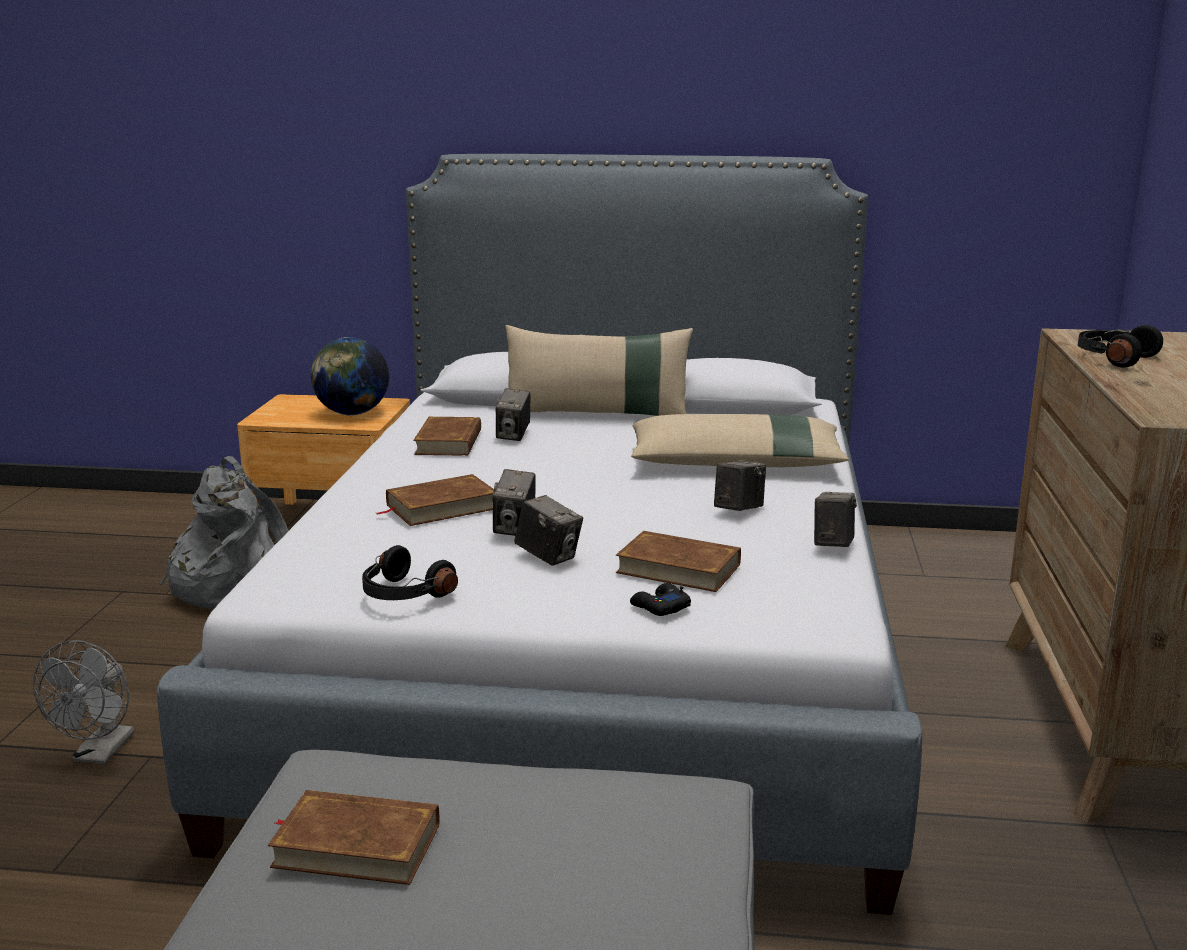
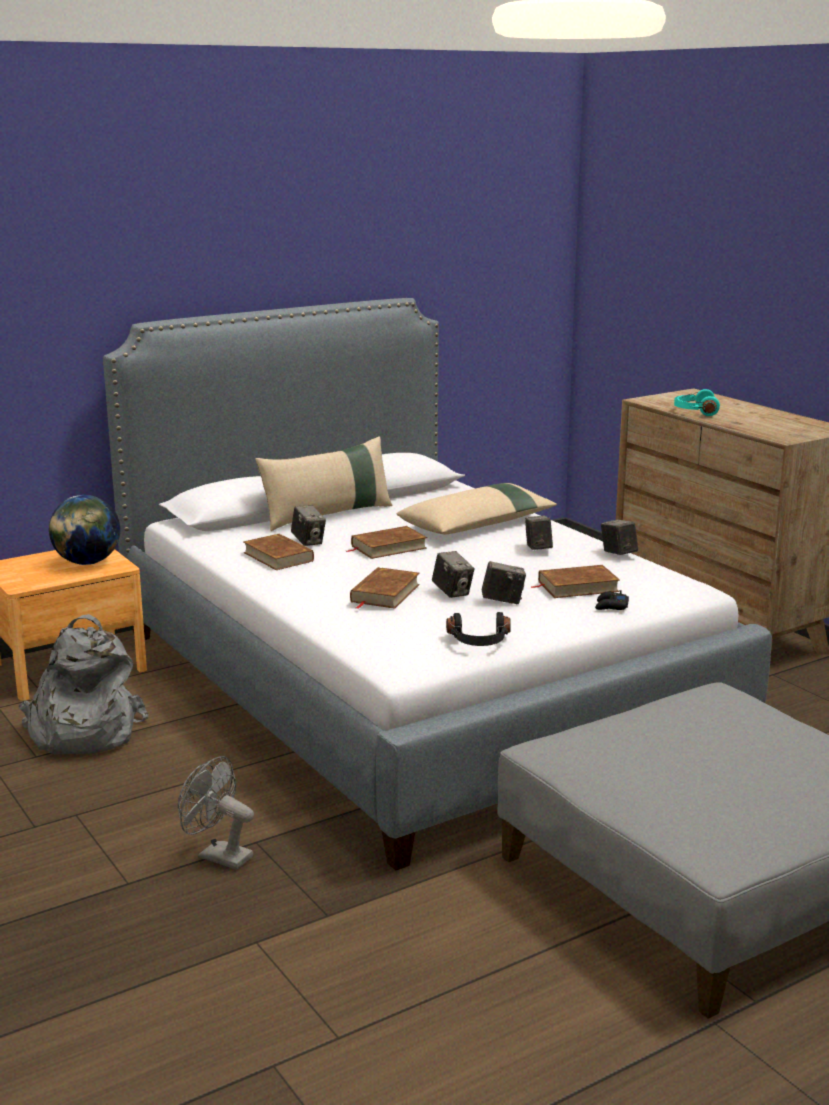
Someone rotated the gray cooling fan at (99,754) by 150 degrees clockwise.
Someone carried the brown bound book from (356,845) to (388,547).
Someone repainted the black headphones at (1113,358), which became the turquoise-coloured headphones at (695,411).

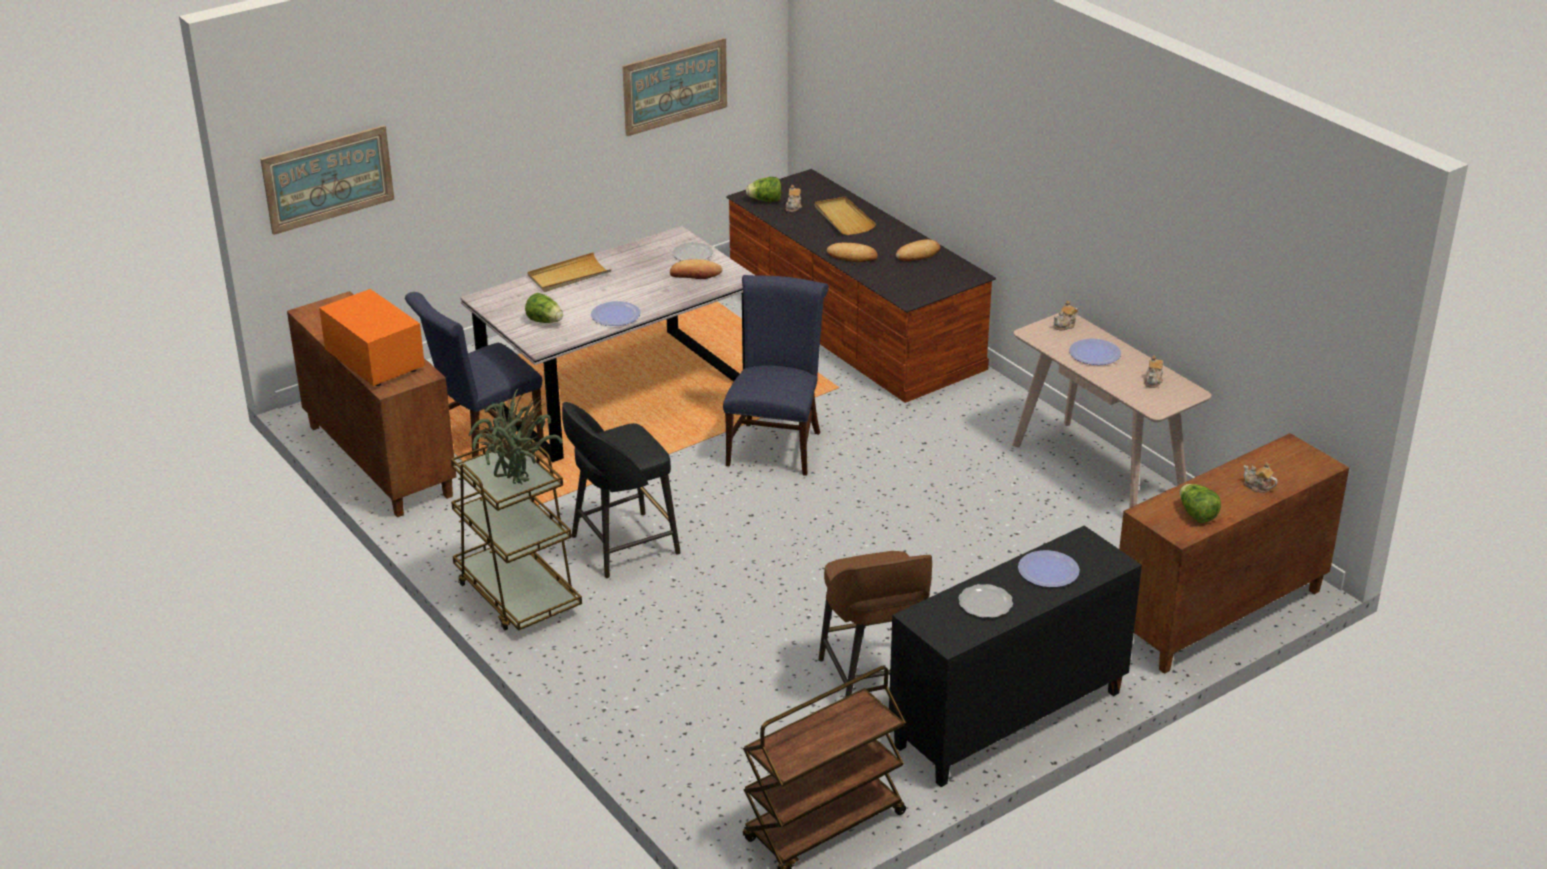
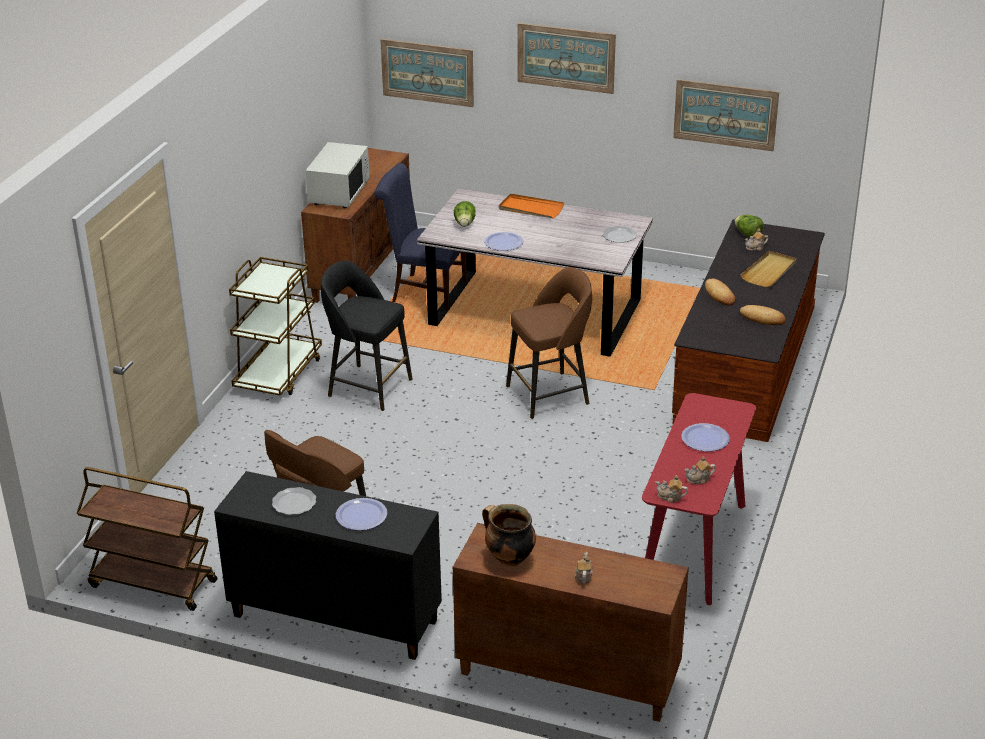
Someone repainted the orangey microwave oven at (374,362), which became the whitish microwave oven at (339,193).
Someone swapped the lettuce at (1196,514) for the stockpot at (508,558).
Someone repainted the beige carrying tray at (568,276), which became the orangey carrying tray at (531,209).
Someone swapped the bluish upright chair at (776,445) for the brown sitting stool at (550,394).
Someone put up the picture at (566,57).
Someone repainted the beige console table at (1099,471), which became the reddish console table at (694,546).
Someone carried the pot for tea from (1065,325) to (670,497).
Someone took away the potted plant at (515,486).
Someone took away the bread at (695,274).

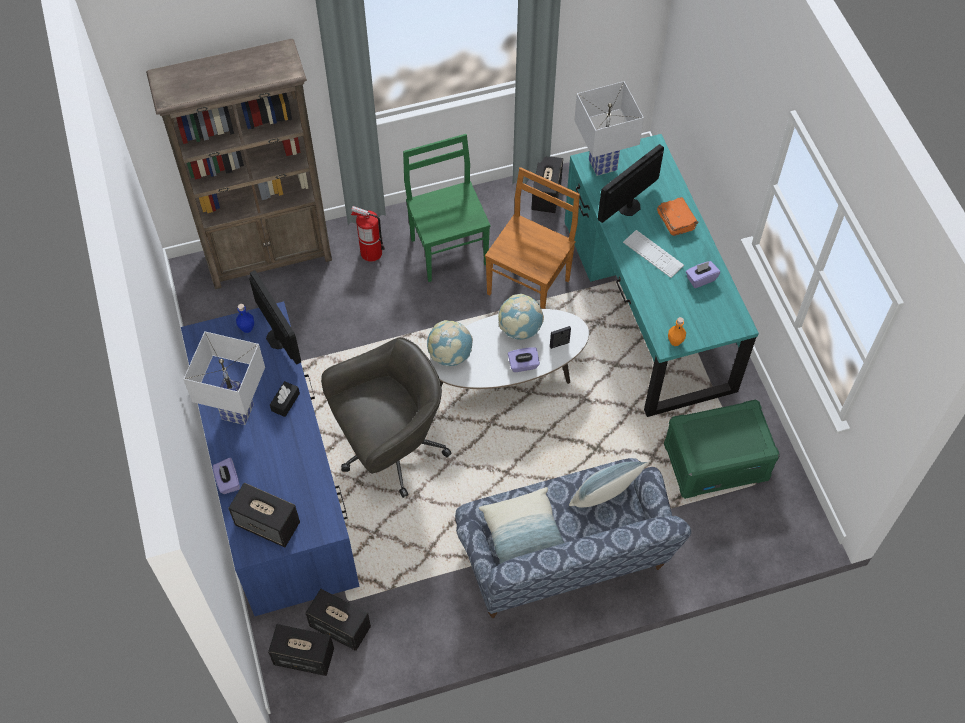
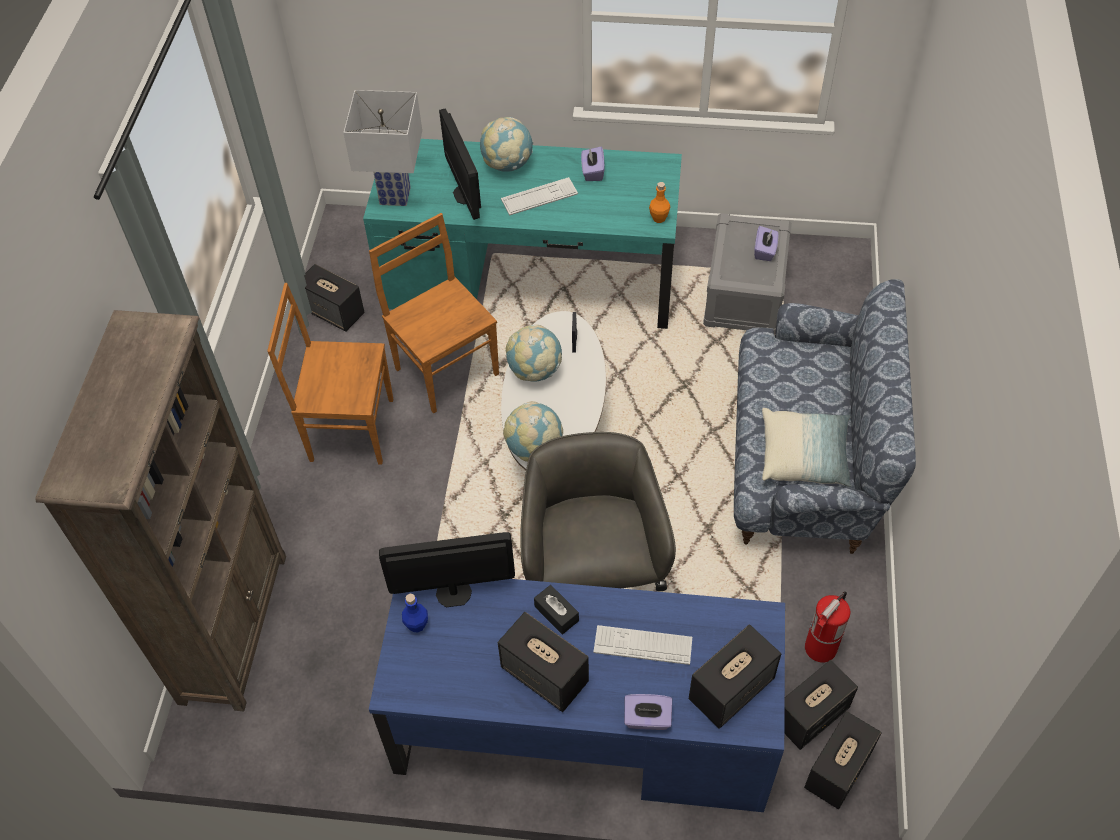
Someone repainted the green-coloured upright chair at (448,250), which became the brown upright chair at (348,429).
Someone swapped the orangey bound book at (676,220) for the world globe at (507,164).
Someone swapped the whitish lamp for a table at (238,412) for the loudspeaker at (545,675).
Someone put down the keyboard at (643,645).
Someone repainted the green-coloured storage bin at (716,461), which became the gray storage bin at (743,293).
Someone carried the purplish tissue box from (523,365) to (765,251).
Someone carried the fire-fighting cylinder from (371,253) to (820,648).
Someone took away the pillow at (603,497).

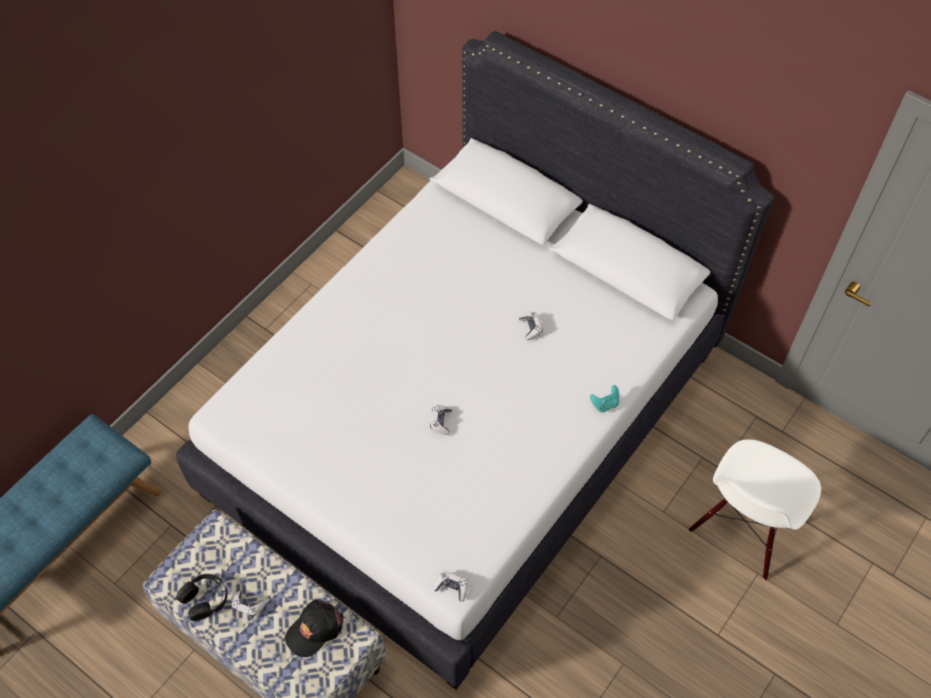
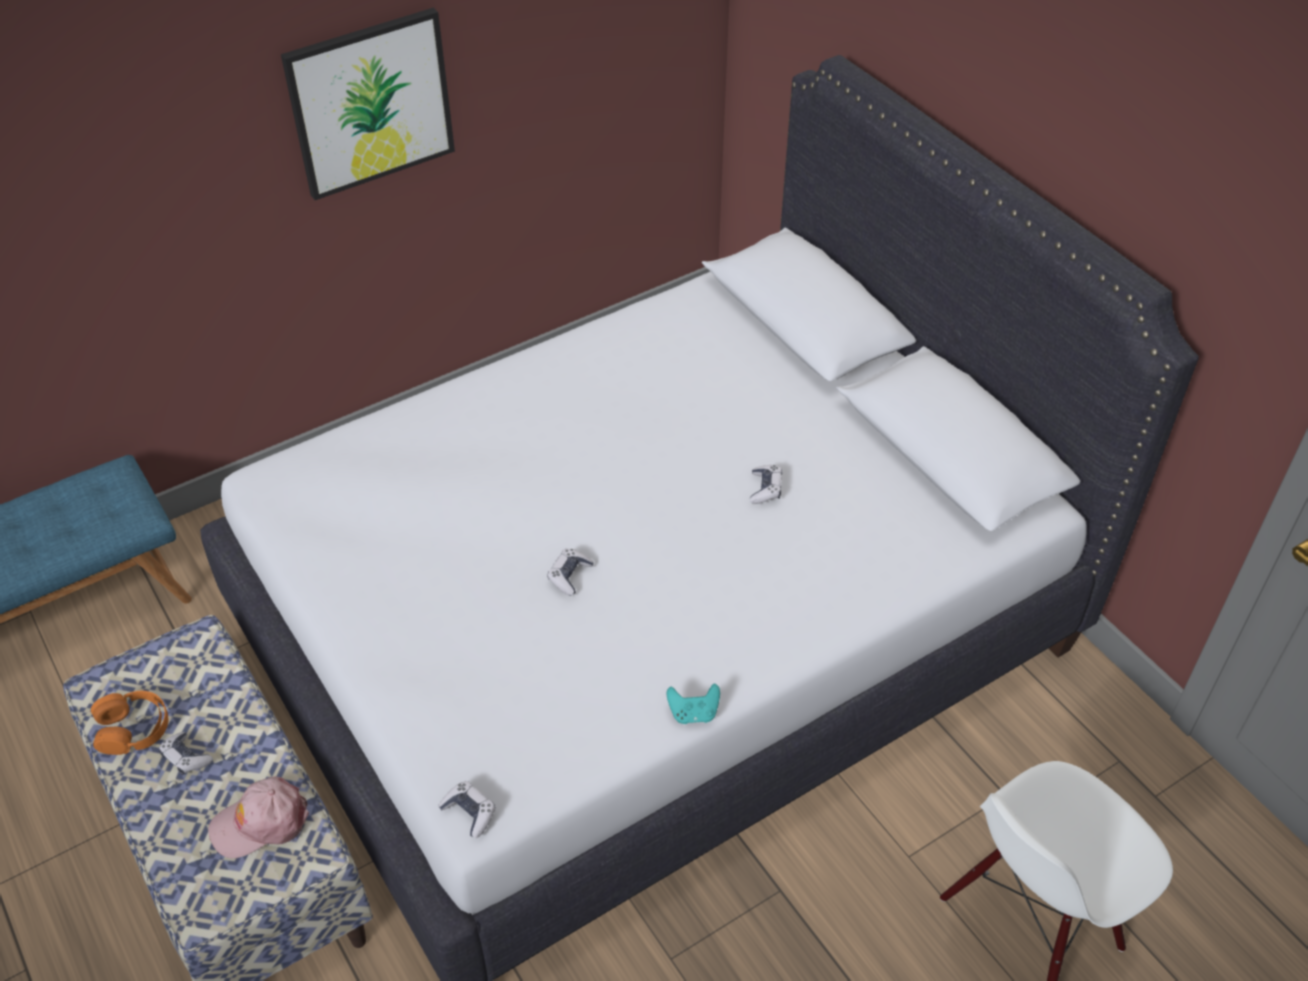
Someone repainted the black headphones at (205,599), which became the orangey headphones at (133,728).
Someone repainted the black peaked cap at (314,629), which became the pink-coloured peaked cap at (261,822).
Someone put up the picture at (370,103).
Someone carried the turquoise-coloured game controller from (605,404) to (693,713).

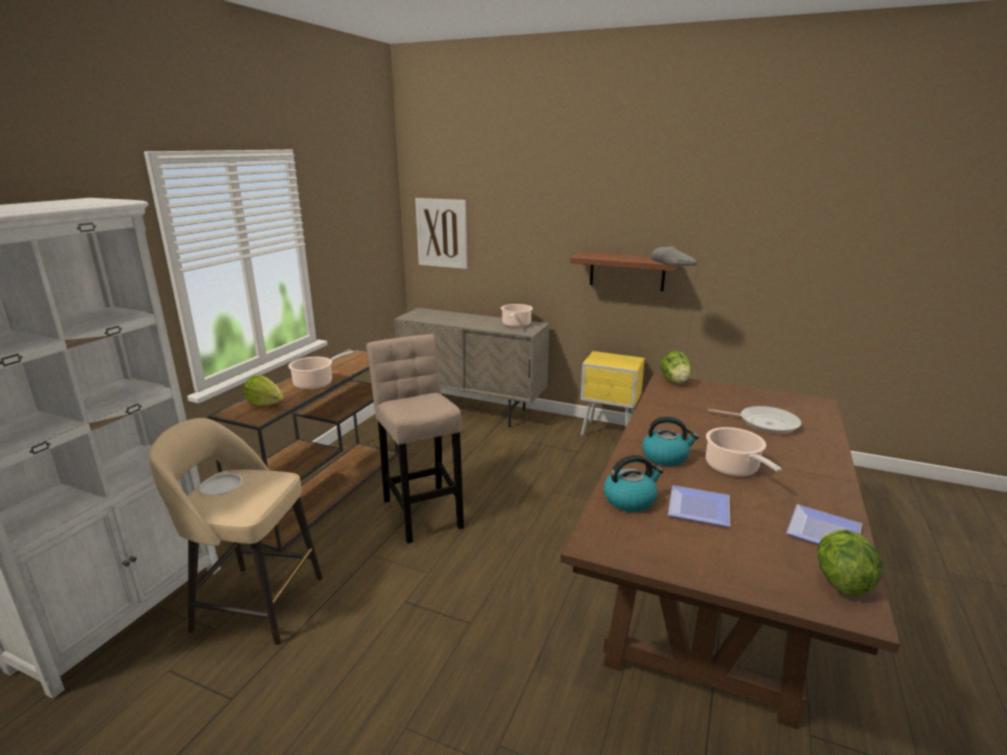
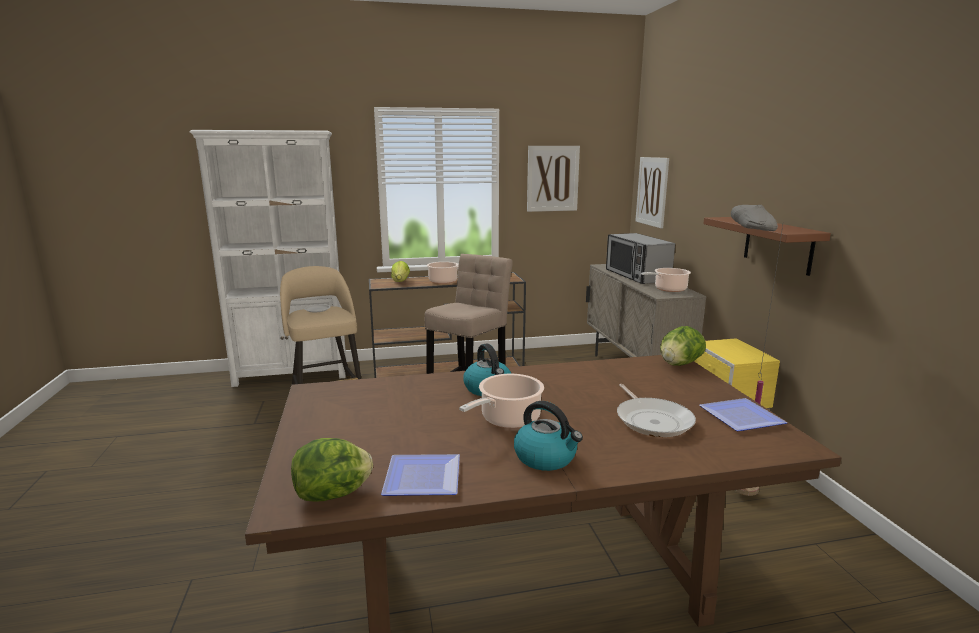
Someone carried the water kettle from (630,499) to (546,457).
Someone put up the picture at (552,178).
Someone put down the microwave oven at (636,276).
Someone carried the plate from (701,507) to (744,418).

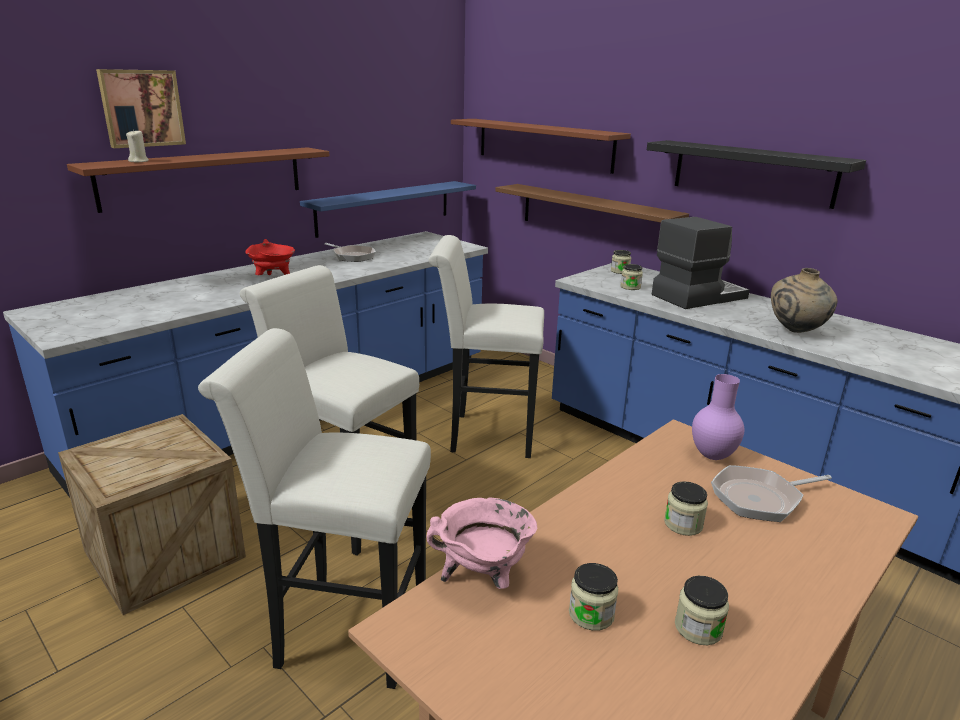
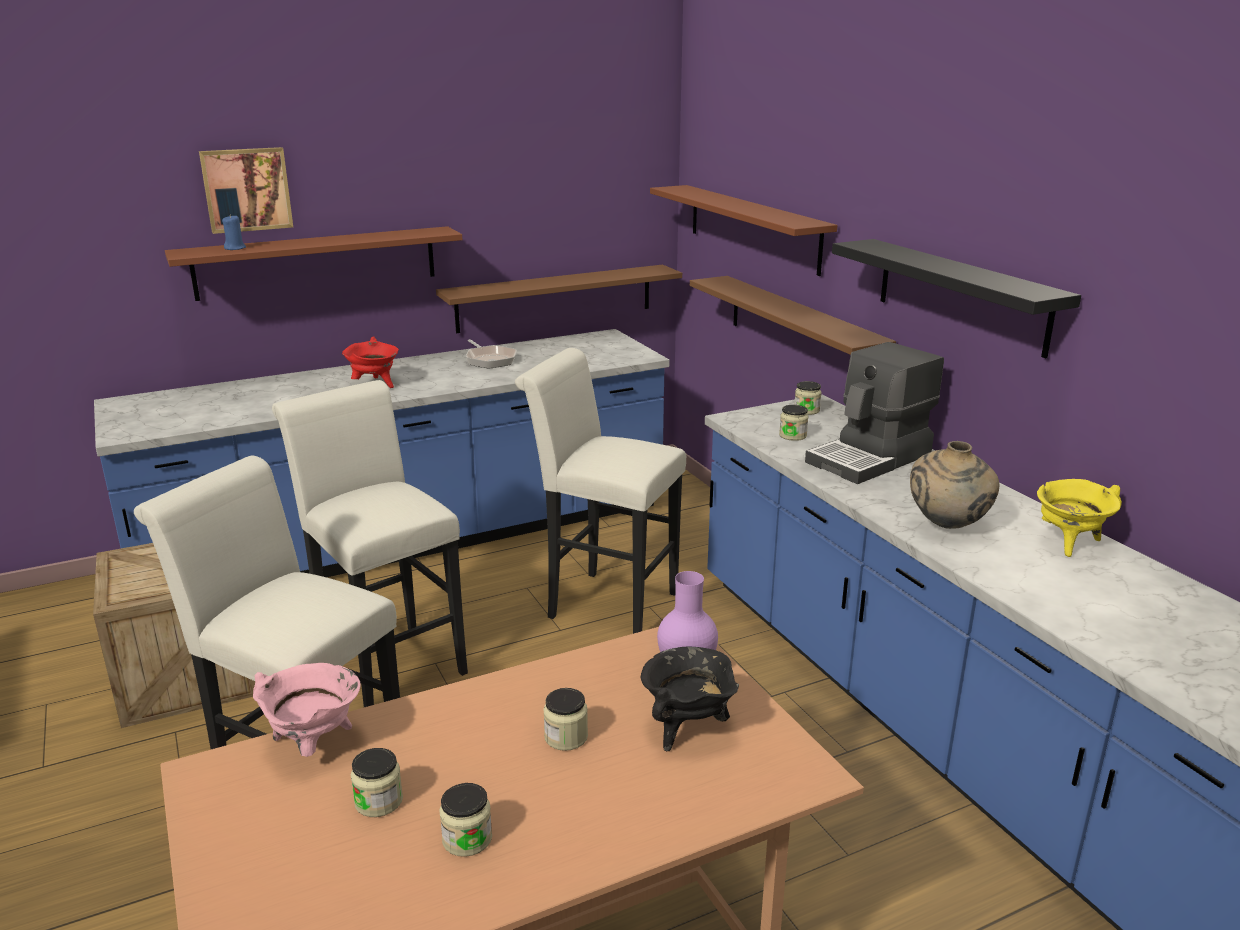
Someone repainted the beige wax candle at (139,161), which became the bluish wax candle at (235,248).
Someone repainted the bluish shelf at (385,207), which became the brown shelf at (555,298).
Someone swapped the skillet at (760,498) for the black stockpot at (687,728).
Someone rotated the coffee maker at (697,296) by 150 degrees clockwise.
Someone put down the yellowish stockpot at (1069,543).

